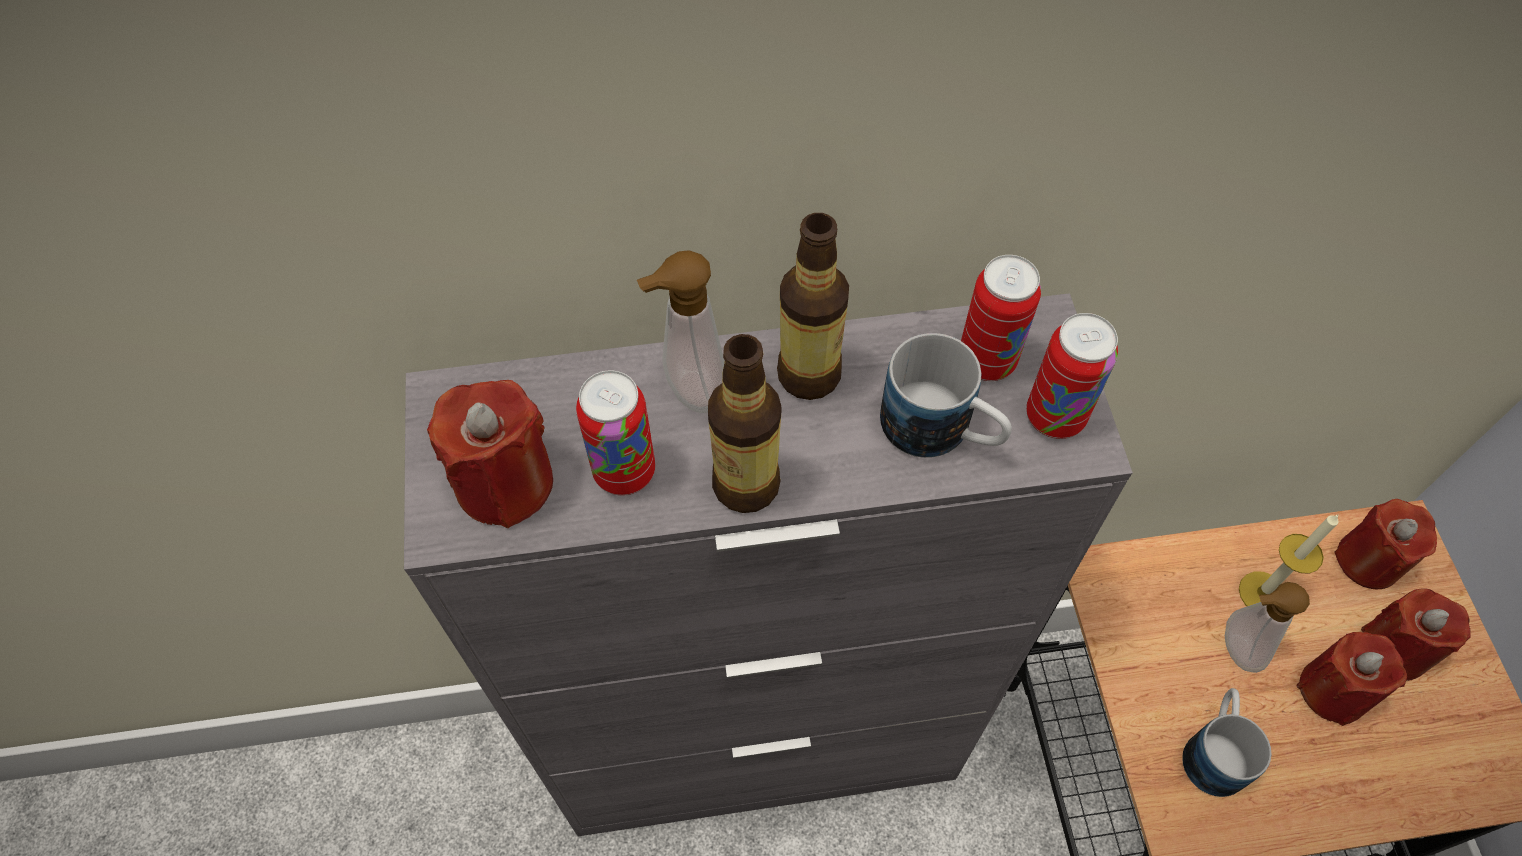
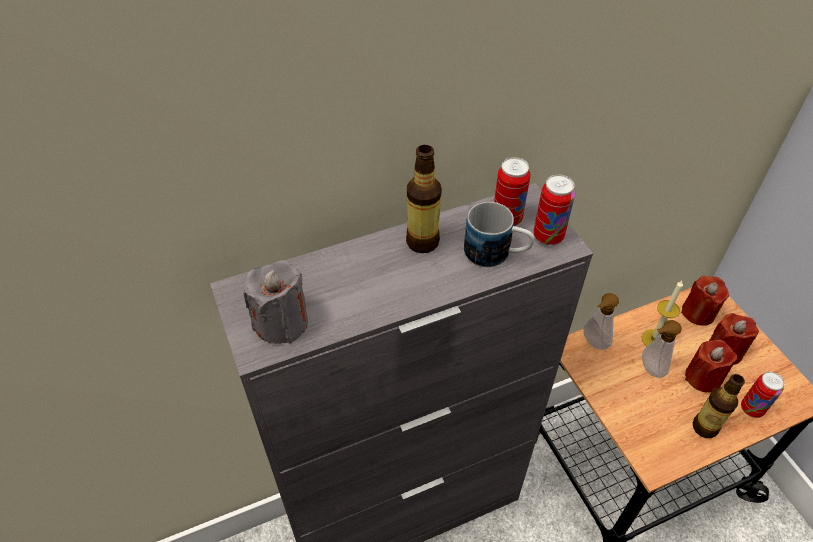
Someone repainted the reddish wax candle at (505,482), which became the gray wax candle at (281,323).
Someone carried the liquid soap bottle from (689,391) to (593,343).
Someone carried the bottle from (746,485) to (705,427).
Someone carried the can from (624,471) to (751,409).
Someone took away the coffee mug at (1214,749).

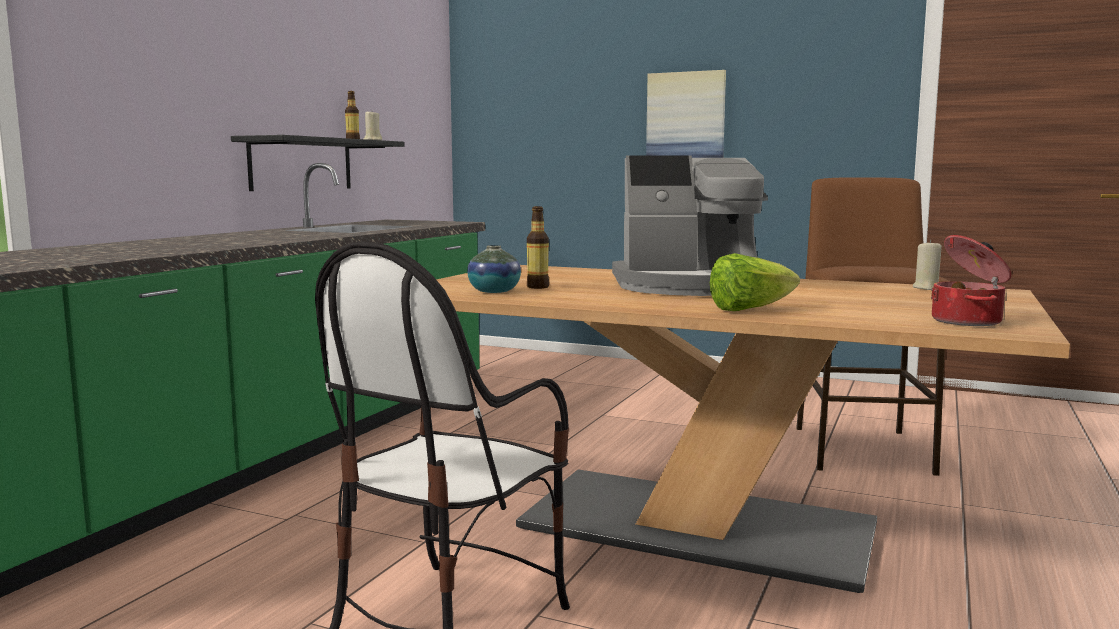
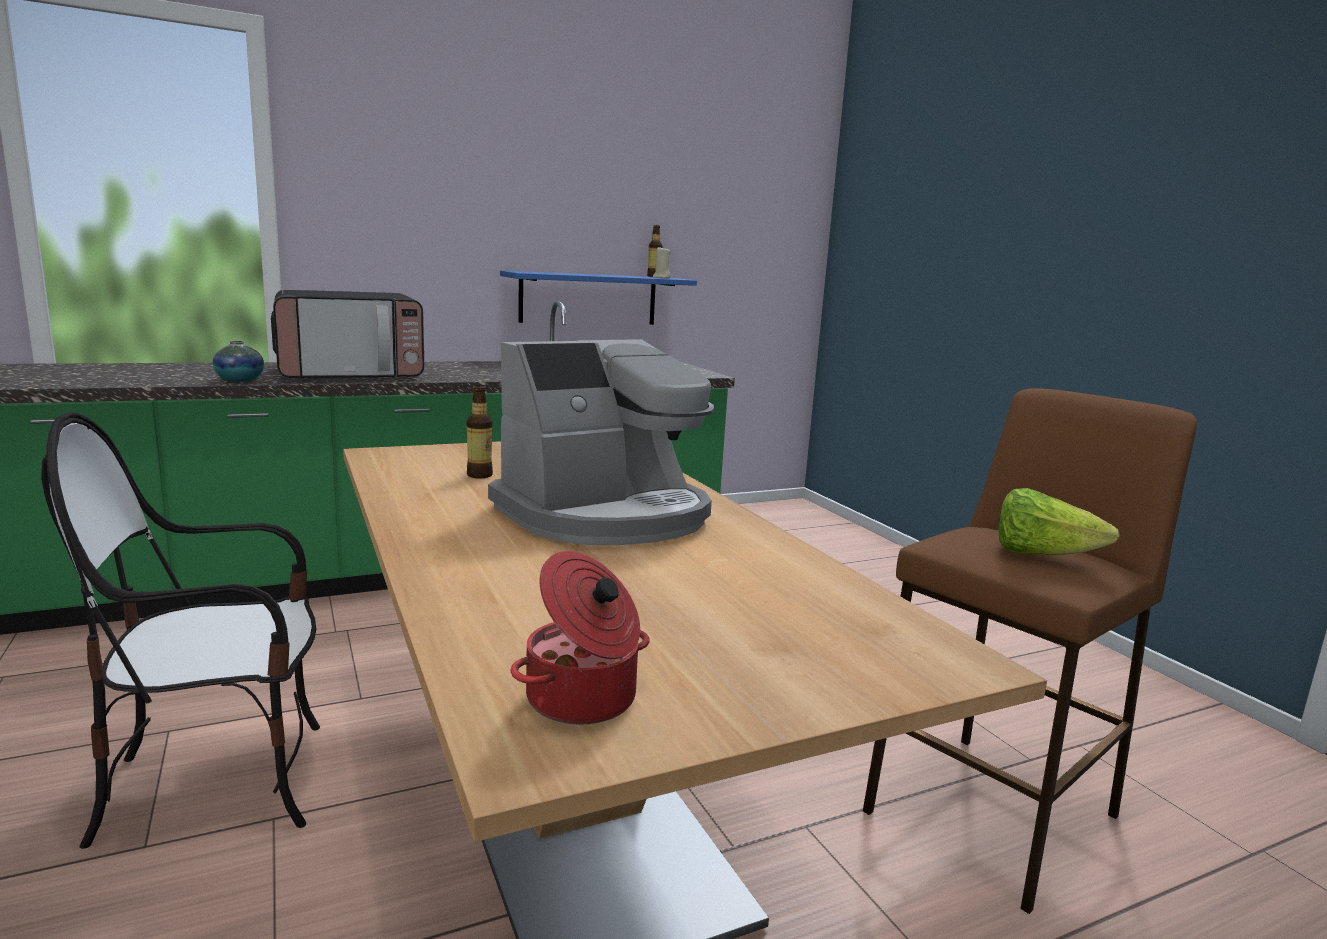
Someone carried the vase from (494,291) to (240,380).
Someone put down the microwave oven at (351,373).
Someone rotated the coffee maker at (690,286) by 75 degrees counterclockwise.
Someone repainted the black shelf at (301,164), which became the bluish shelf at (588,299).
Someone carried the lettuce from (749,310) to (1041,555).
Someone took away the picture at (685,119).
Someone took away the beige wax candle at (927,288).

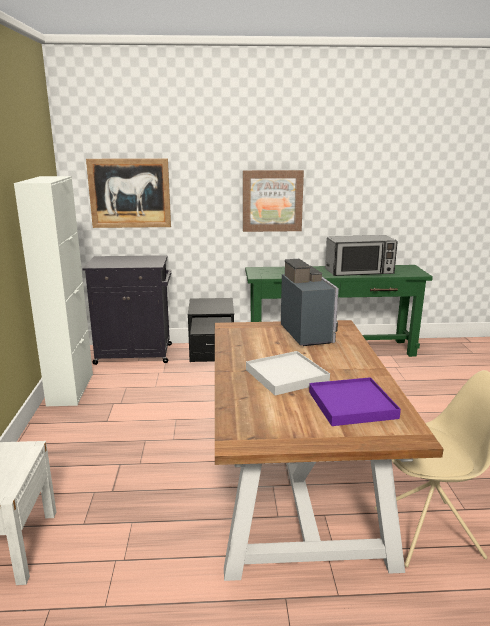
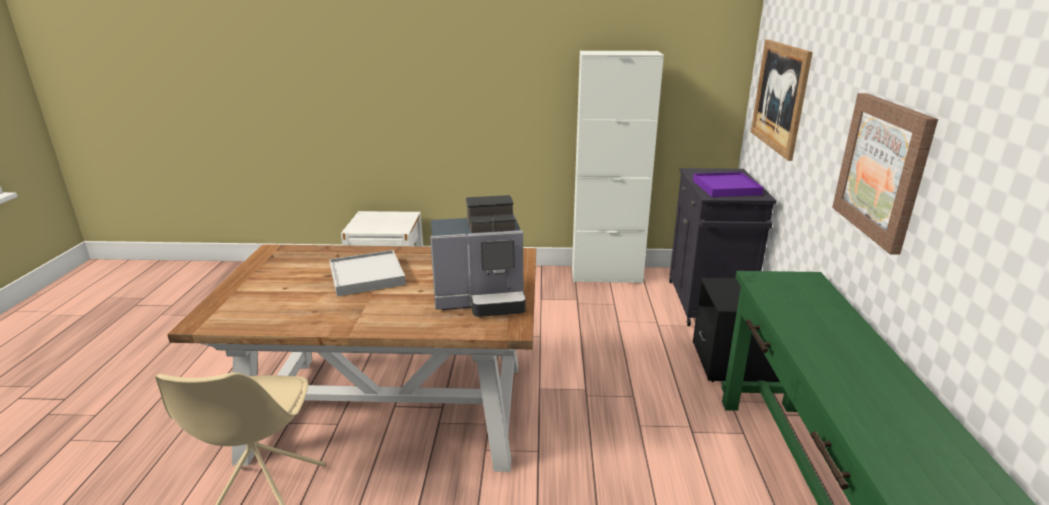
Someone carried the purplish carrying tray from (352,405) to (726,187).
Someone took away the microwave oven at (359,272).

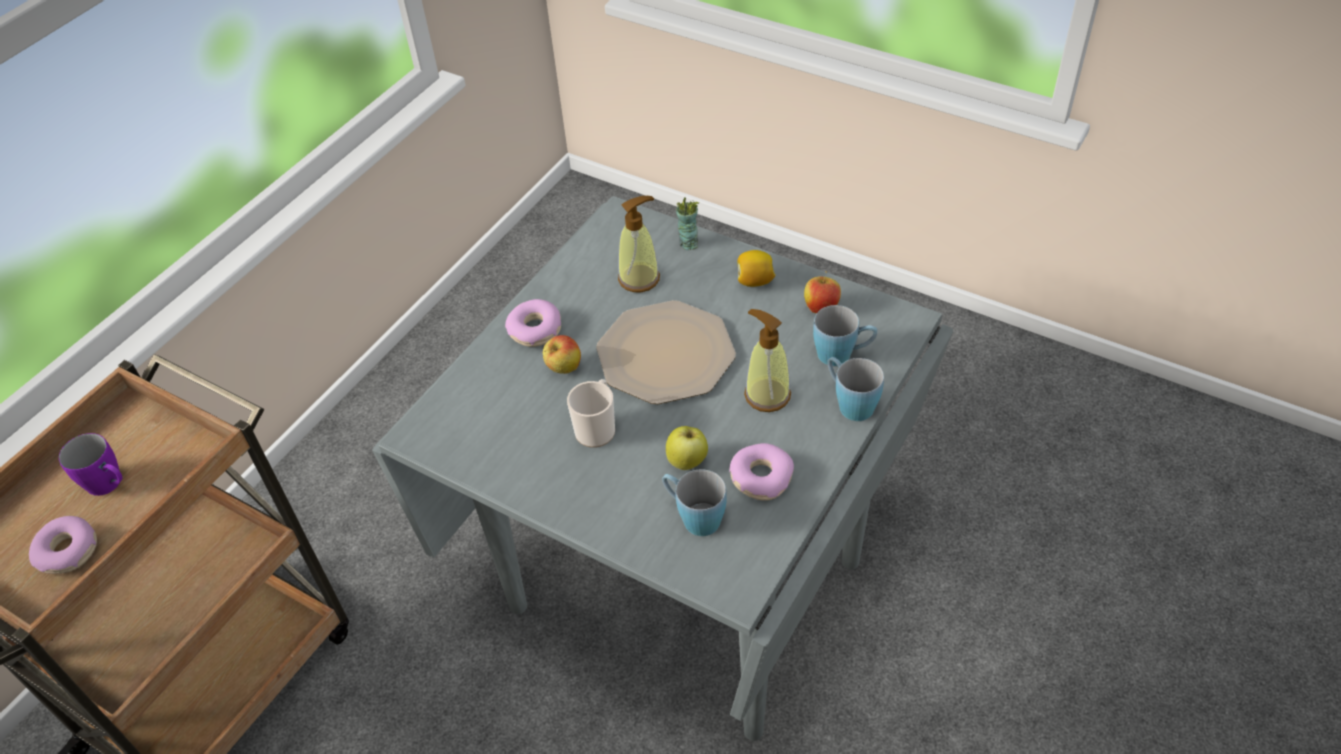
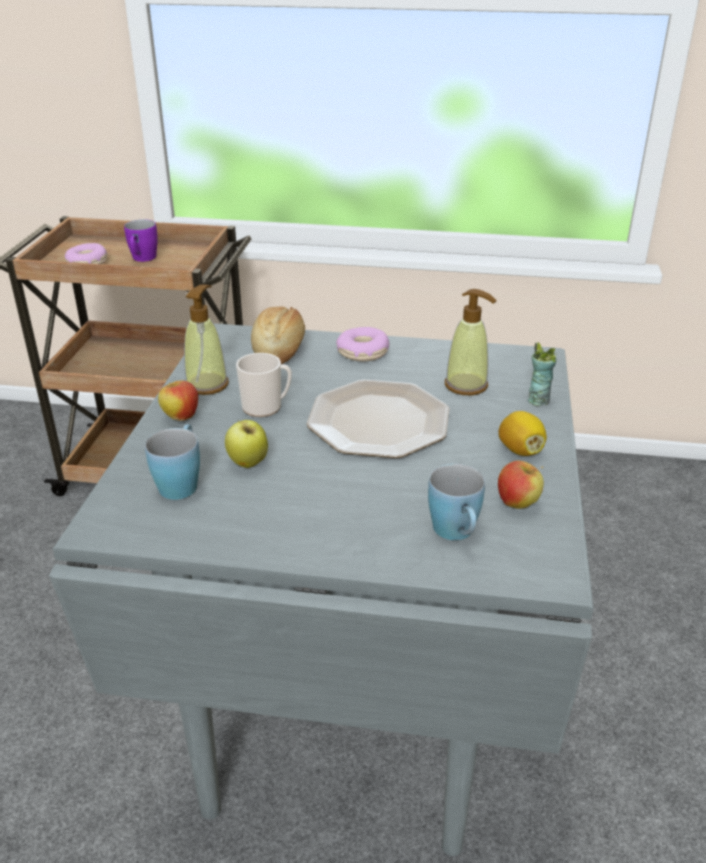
Someone carried the whole apple from (564,369) to (180,417).
Someone carried the liquid soap bottle from (767,395) to (207,384).
Someone put down the bread at (279,350).
Someone took away the ring doughnut at (761,477).
Someone took away the bluish coffee mug at (849,403).

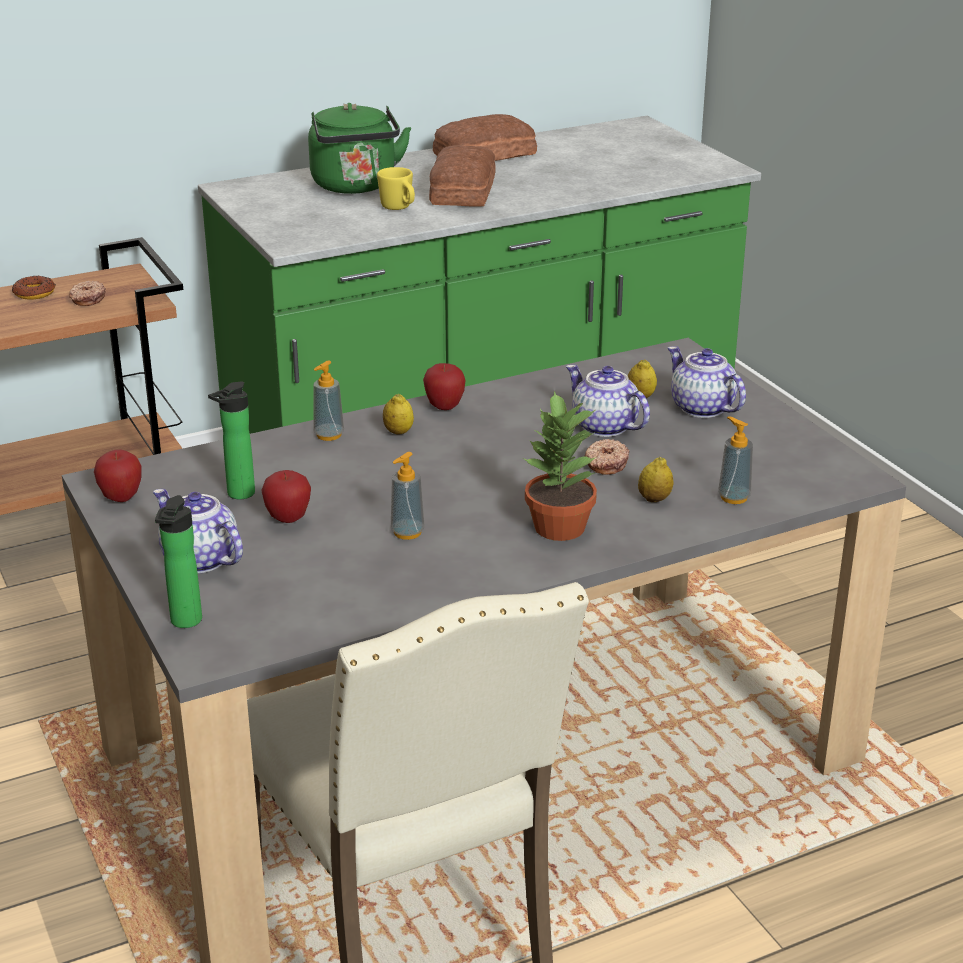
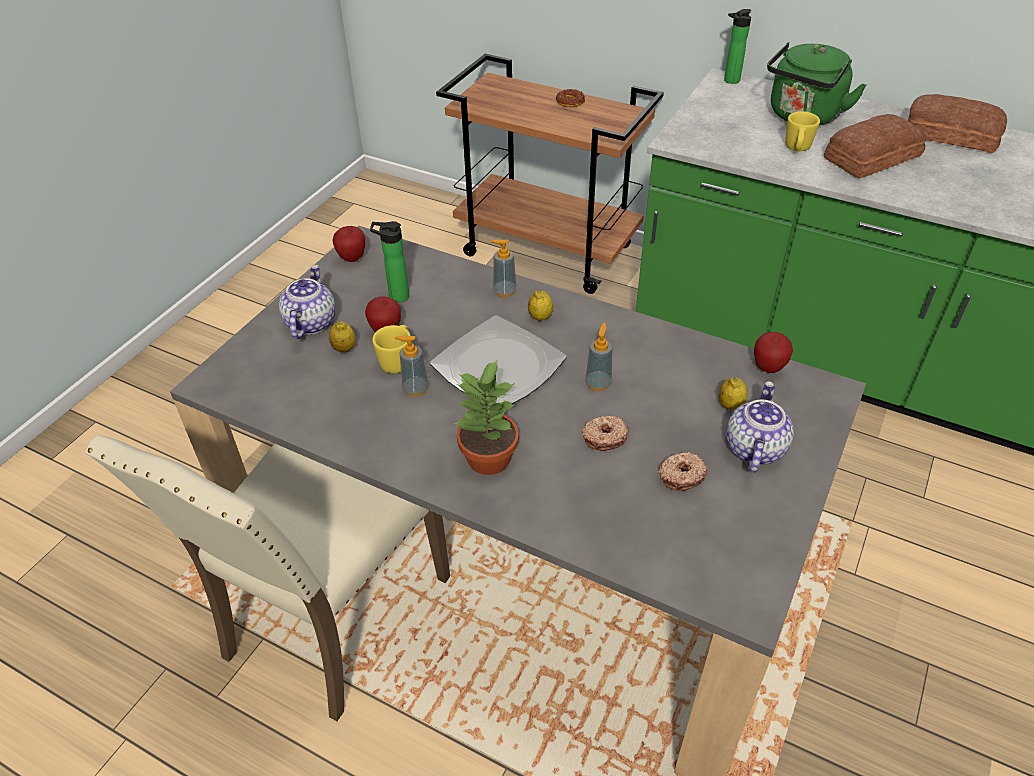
Someone carried the whole lemon from (654,499) to (344,349).
Someone put down the yellowish coffee mug at (398,360).
Someone put down the plate at (498,365).
Someone carried the liquid soap bottle from (733,497) to (598,383).
Someone carried the ring doughnut from (87,299) to (681,475).
Someone carried the bottle from (184,622) to (729,81).
Someone carried the whole apple from (444,407) to (768,368).
Someone took away the pot for tea at (603,426).

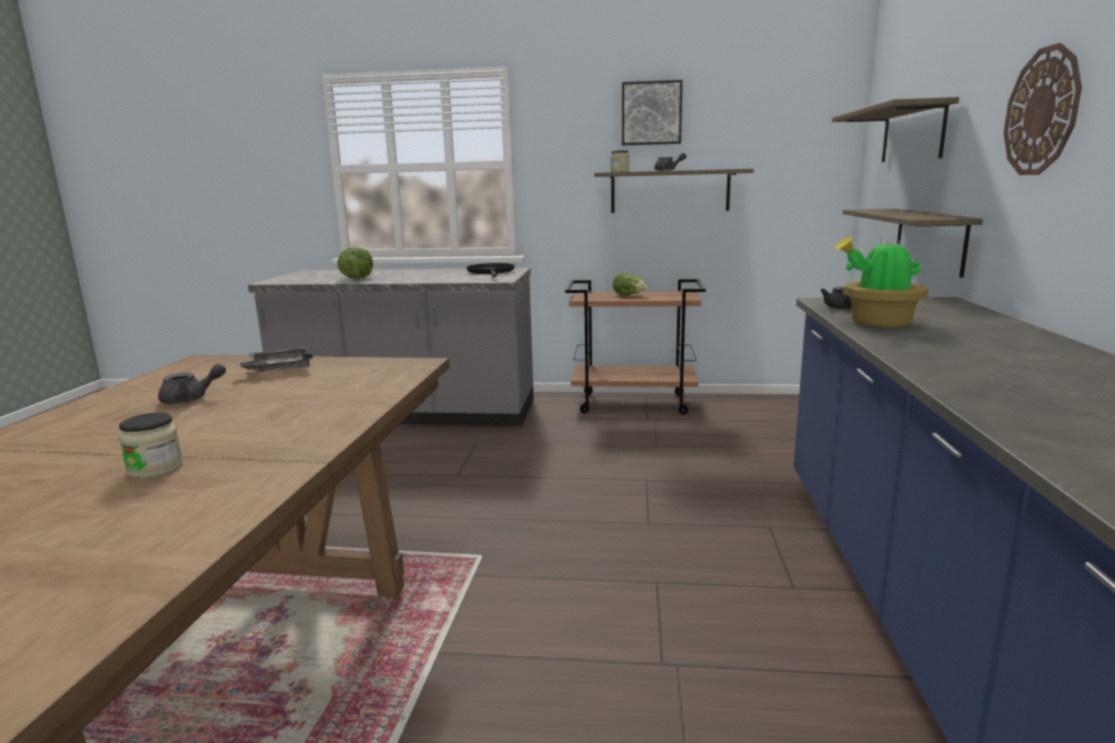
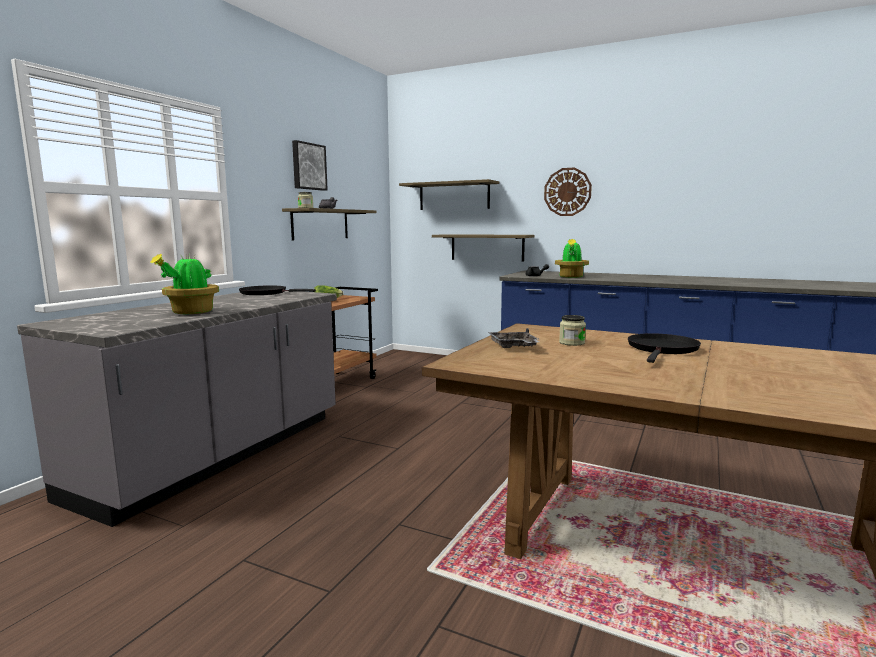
Someone swapped the lettuce at (357,278) for the potted plant at (191,312).
Someone carried the jar from (155,469) to (571,343).
Someone put down the black skillet at (662,349).
Someone took away the gray pot for tea at (191,399).

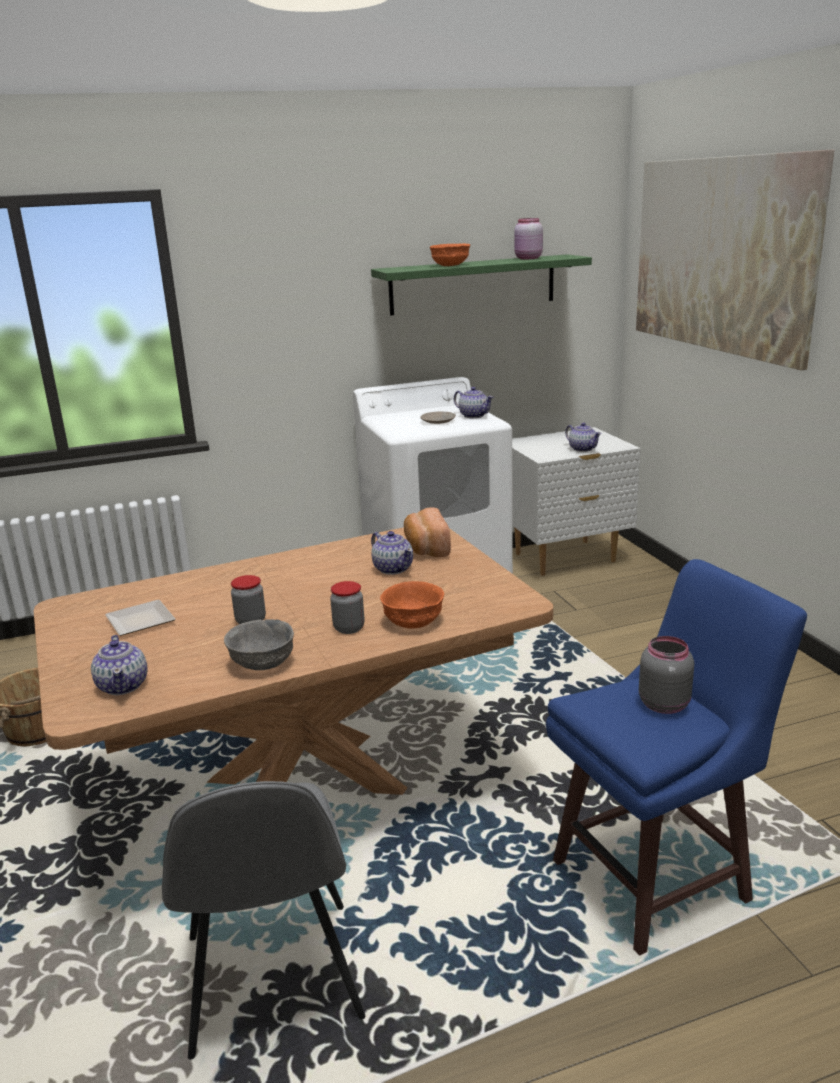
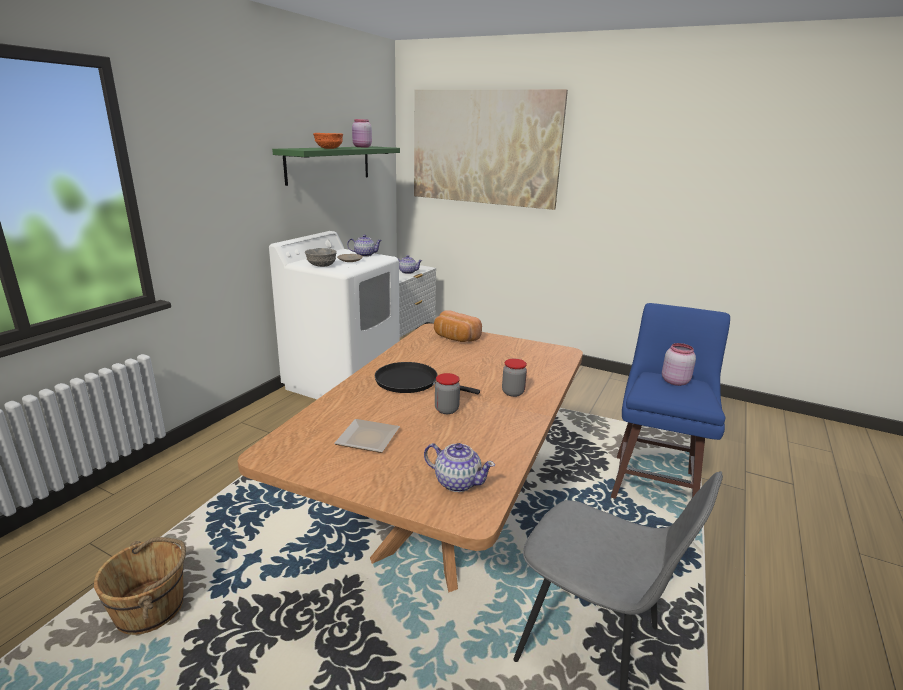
Someone carried the gray deep dish from (262,663) to (321,265).
Someone put down the black skillet at (411,382).
Someone repainted the gray jar at (664,704), which became the pink-coloured jar at (674,381).
Someone took away the pot for tea at (393,568).
Someone took away the orangey deep dish at (414,622).

